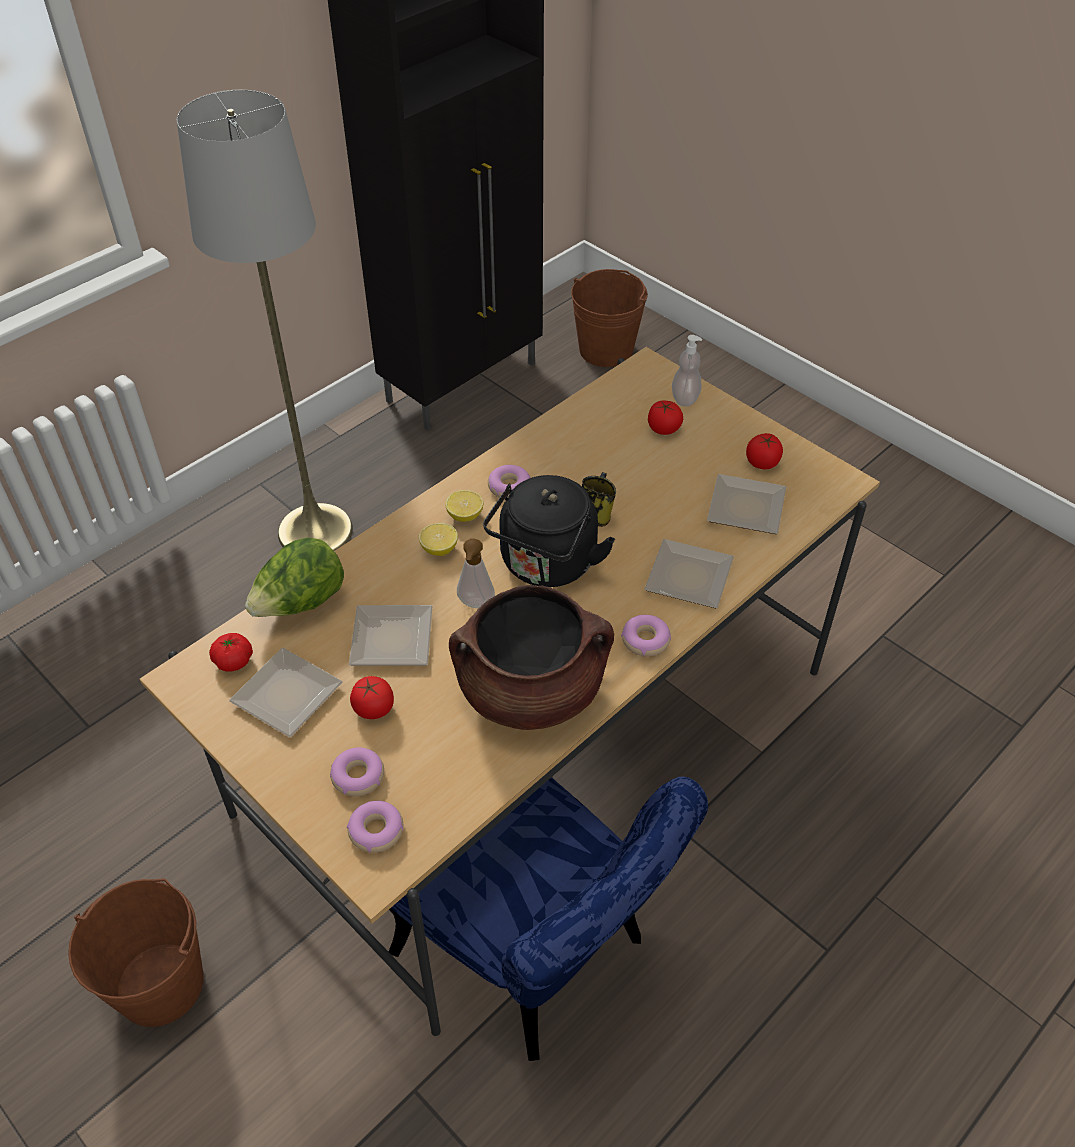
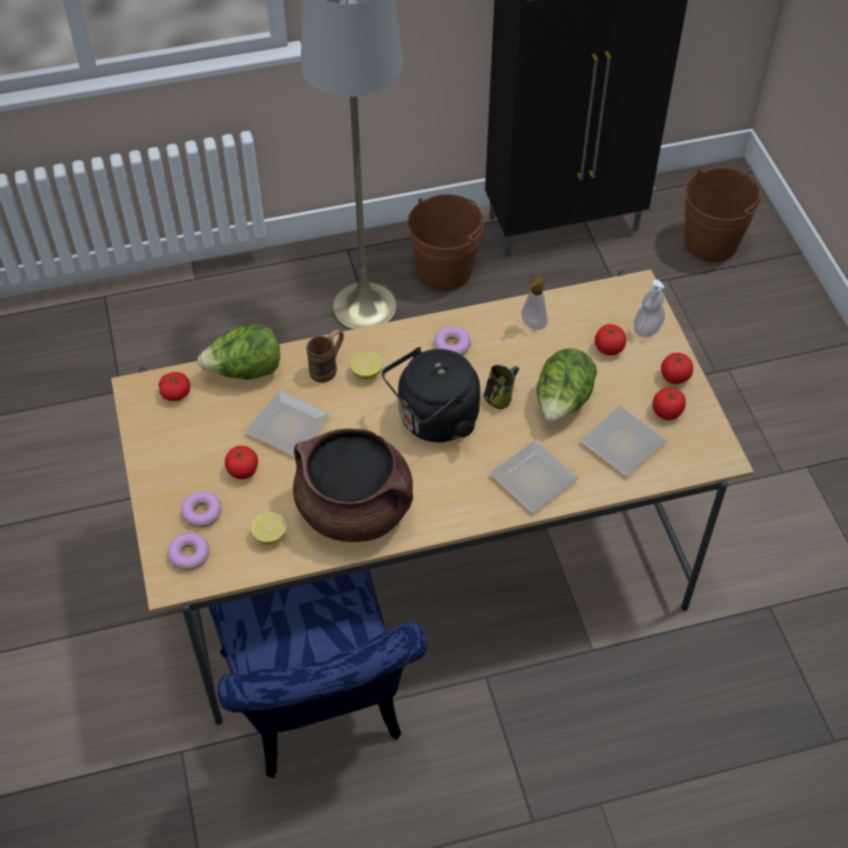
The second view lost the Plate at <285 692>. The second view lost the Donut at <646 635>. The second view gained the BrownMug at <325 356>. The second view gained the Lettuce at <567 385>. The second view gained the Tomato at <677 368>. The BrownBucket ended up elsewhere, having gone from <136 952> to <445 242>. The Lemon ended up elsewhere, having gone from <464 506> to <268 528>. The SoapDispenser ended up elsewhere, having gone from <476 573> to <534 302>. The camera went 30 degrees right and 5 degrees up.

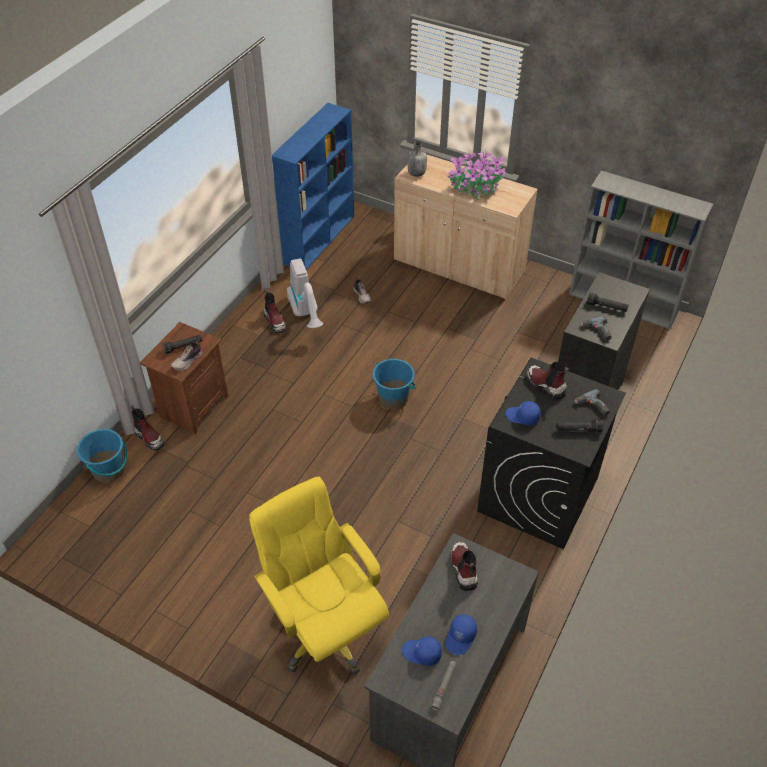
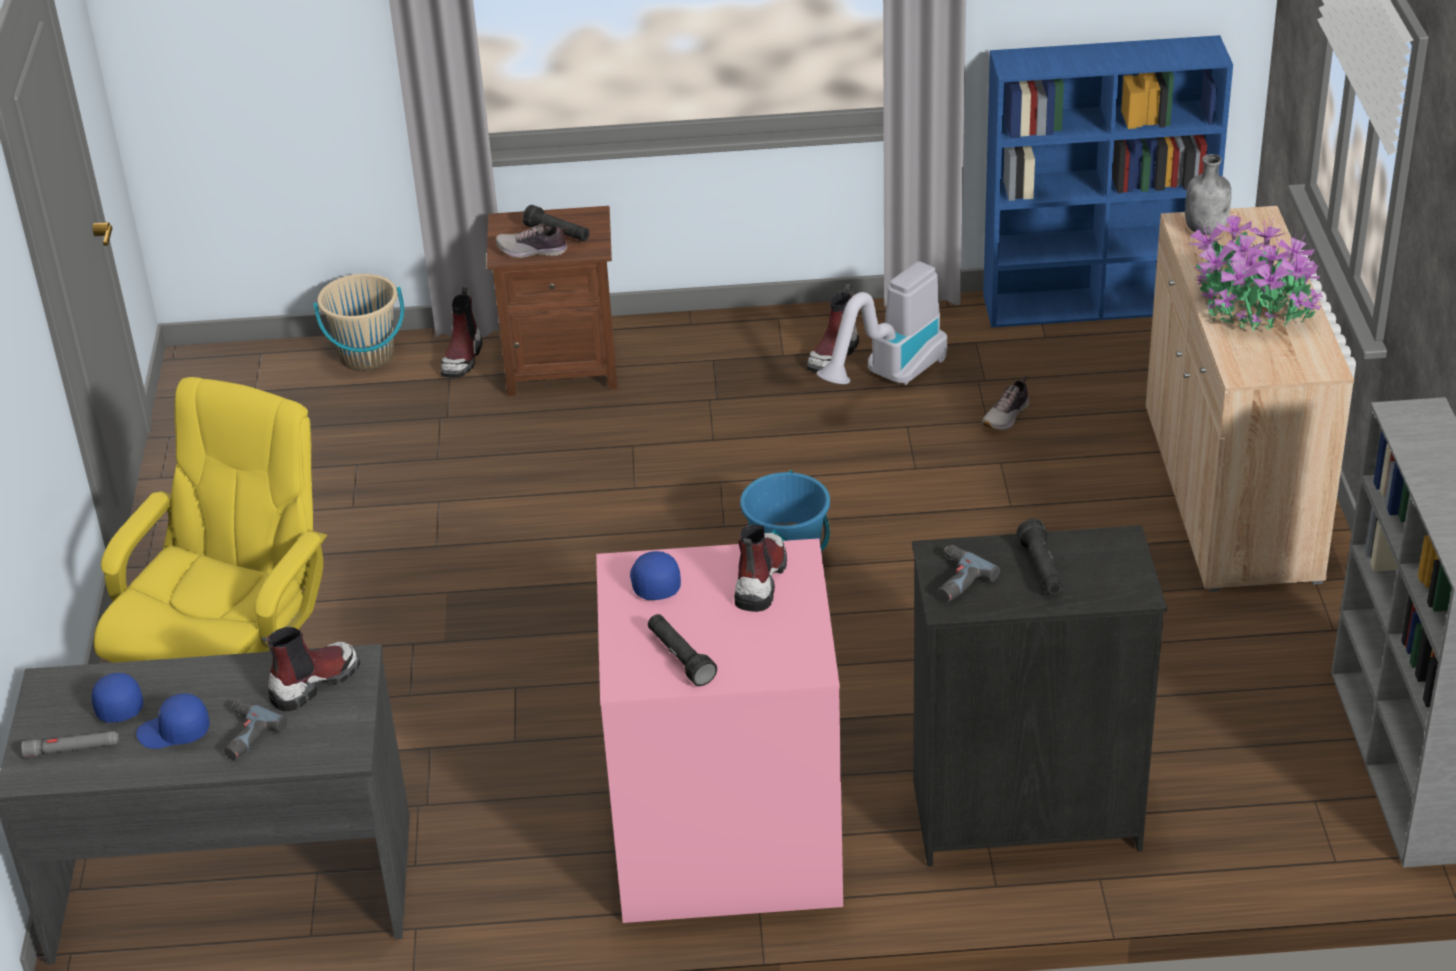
The PowerDrill ended up elsewhere, having gone from <592 402> to <255 730>. What was the BlueBucket at <102 455> turned into the BeigeBucket at <358 322>. What was the BlackWashingMachine at <551 453> turned into the PinkWashingMachine at <719 730>. The camera went 60 degrees right and 10 degrees down.

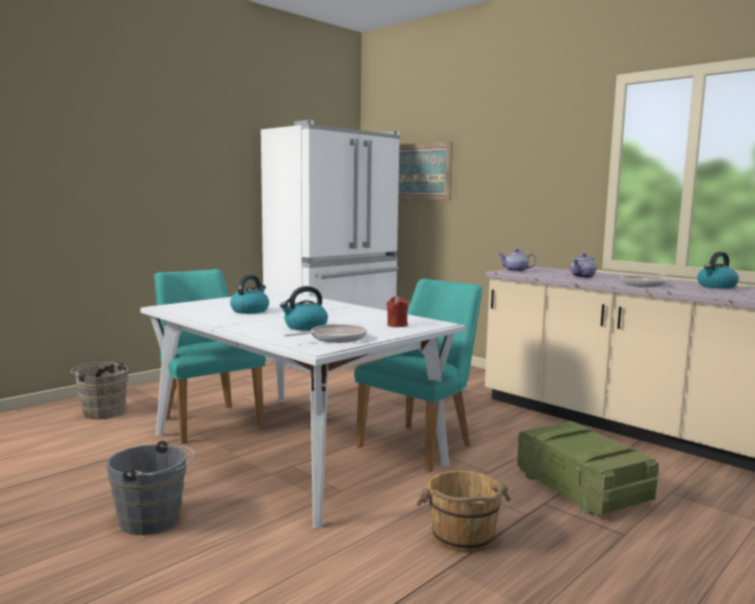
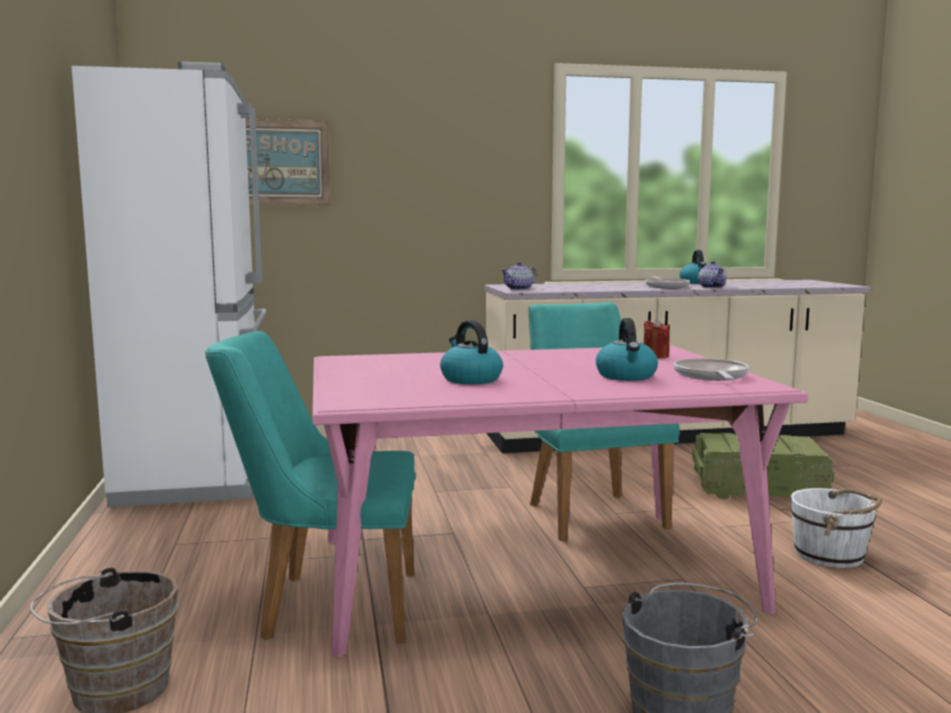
The Teapot ended up elsewhere, having gone from <583 265> to <712 274>. What was the WhiteDiningTable at <302 409> turned into the PinkDiningTable at <560 501>. What was the BrownBucket at <463 512> turned into the WhiteBucket at <836 527>. The camera went 55 degrees left and 0 degrees up.

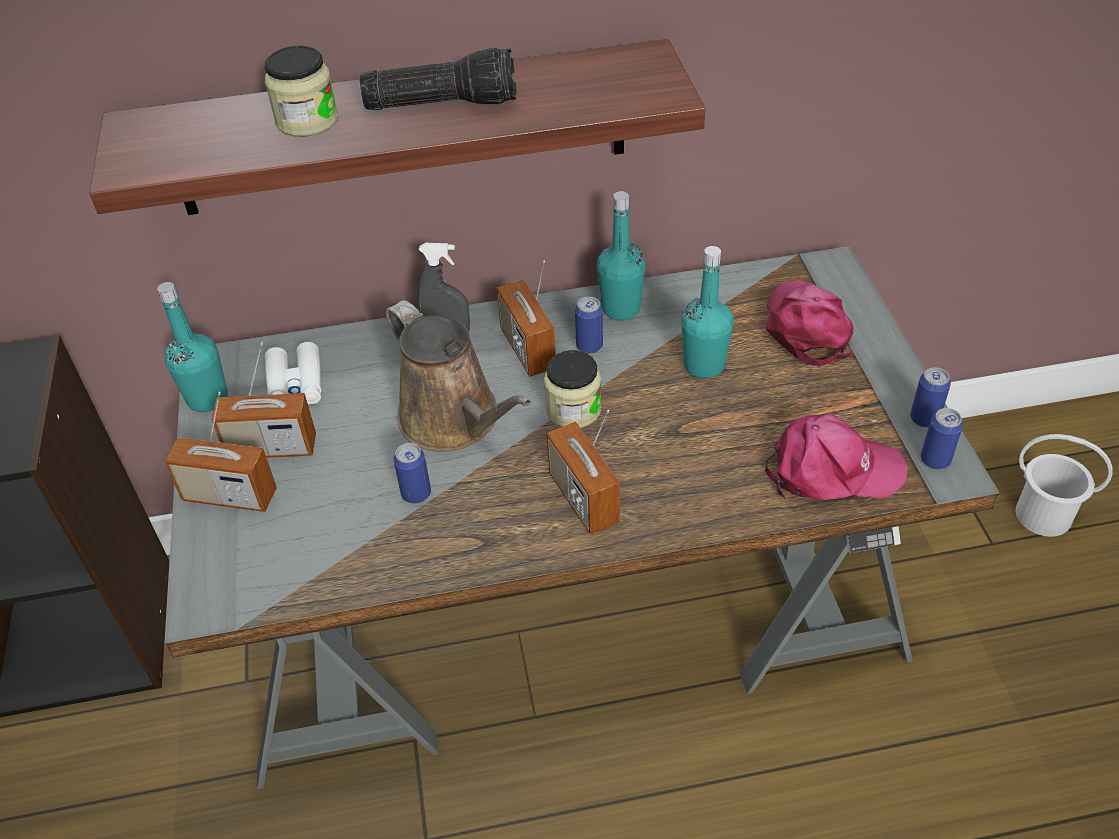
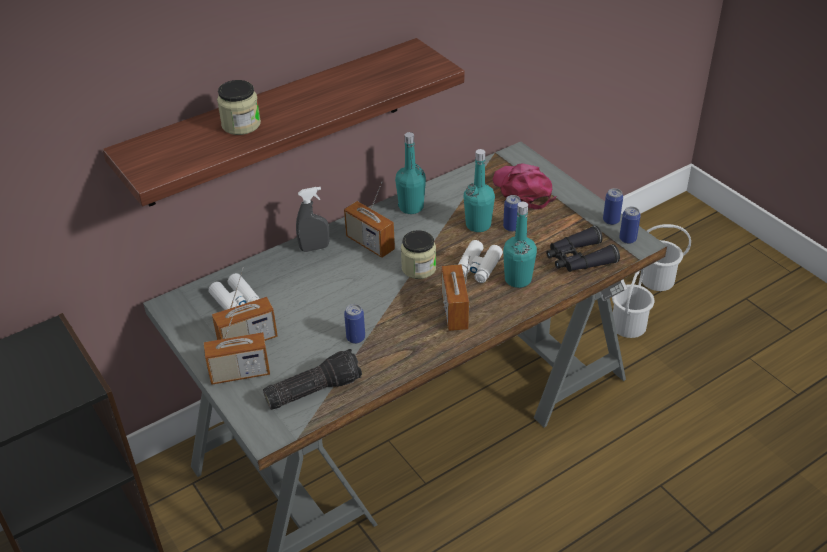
The second view lost the BrownWateringCan at <458 376>. The second view gained the WhiteBinoculars at <480 261>. The second view gained the WhiteBucket at <633 303>. The TurquoiseBottle ended up elsewhere, having gone from <192 347> to <520 245>. The Flashlight ended up elsewhere, having gone from <438 79> to <312 379>. The Can ended up elsewhere, having gone from <589 325> to <512 213>. Where the PinkCap stood at <836 456>, the BlackBinoculars came to stand at <583 249>. The Radio at <583 472> ended up facing another way, 45 degrees clockwise from before. The camera went 25 degrees left and 5 degrees down.

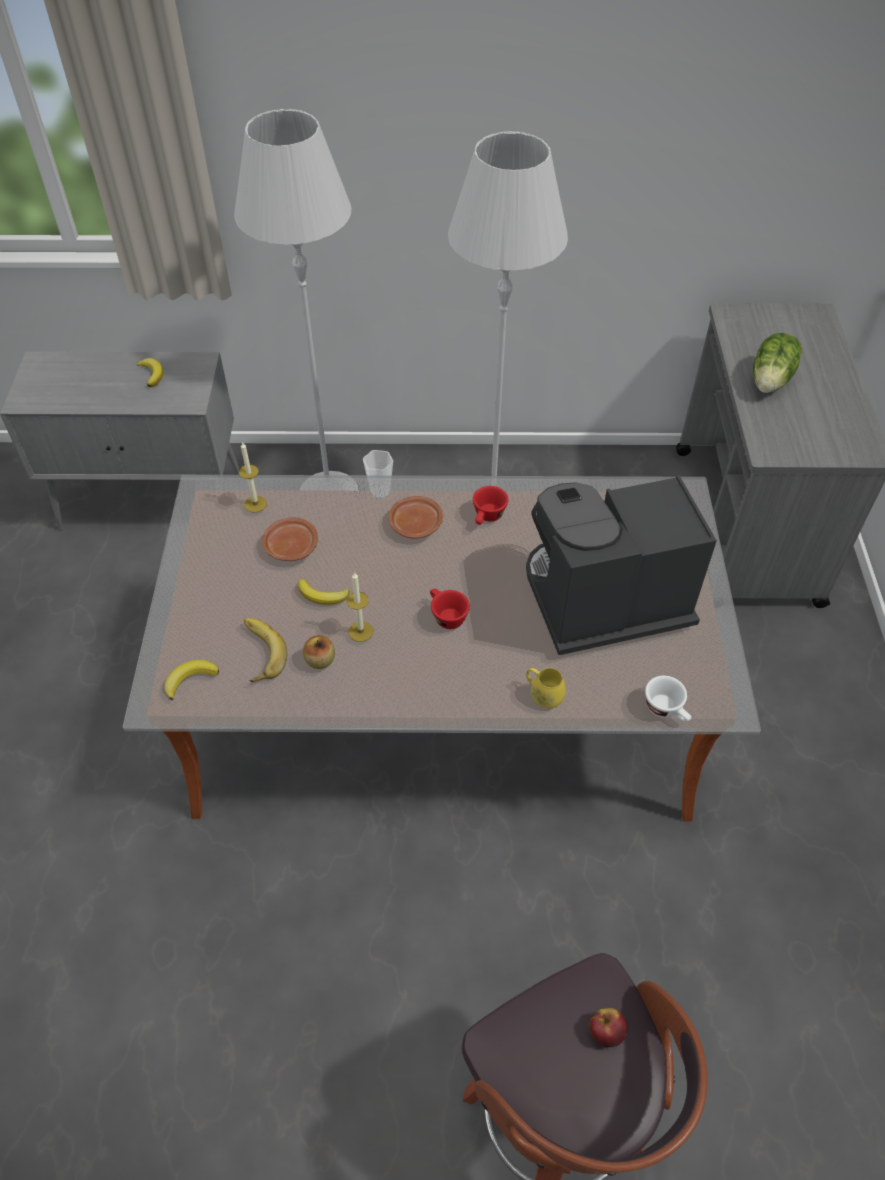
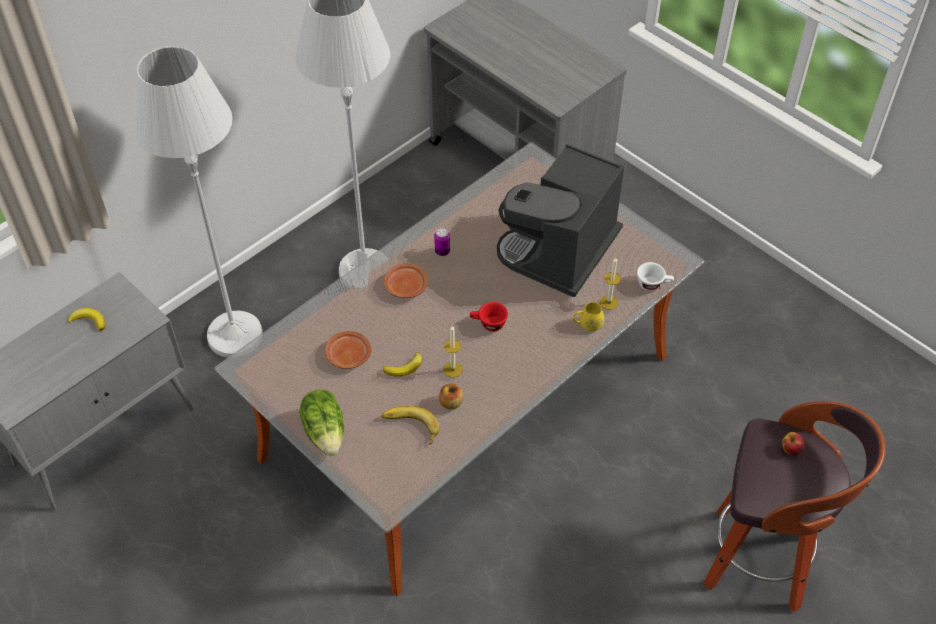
The second view lost the Banana at <192 680>. The Candle ended up elsewhere, having gone from <253 477> to <610 283>. The Lettuce ended up elsewhere, having gone from <777 363> to <322 422>. Where the RedCup stood at <490 505>, the Can came to stand at <442 242>. The camera went 45 degrees left and 0 degrees up.

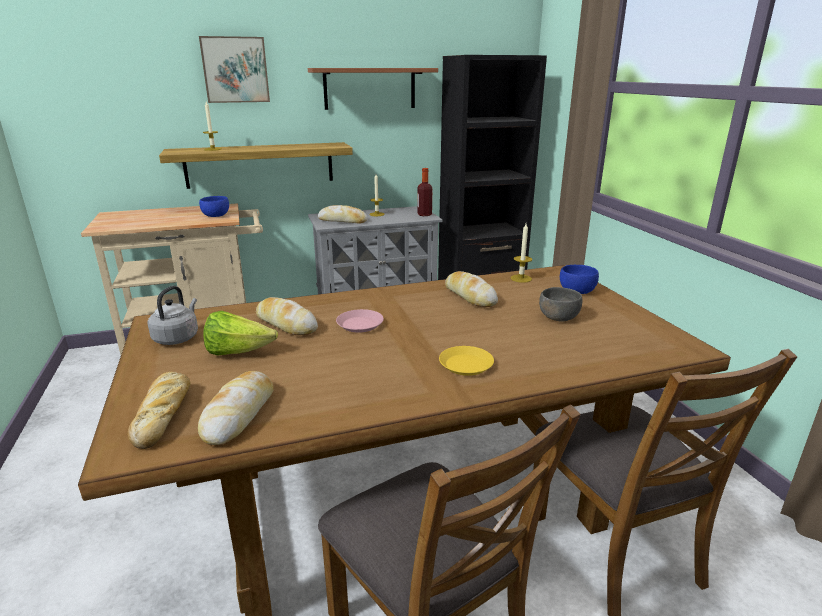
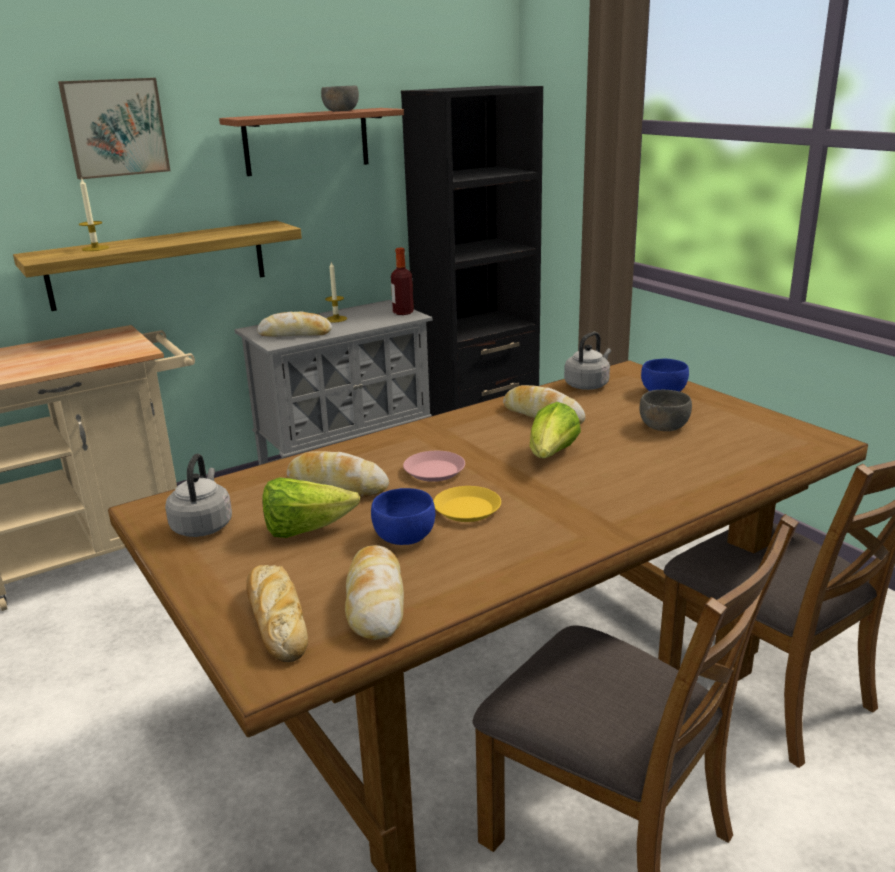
The second view gained the GreyBowl at <340 98>. The second view gained the Lettuce at <555 430>. The BlueBowl ended up elsewhere, having gone from <214 206> to <403 516>. The YellowPlate ended up elsewhere, having gone from <466 361> to <467 504>. Where the Candle stood at <521 253>, the GreyKettle came to stand at <587 361>. The camera went 15 degrees left and 0 degrees up.

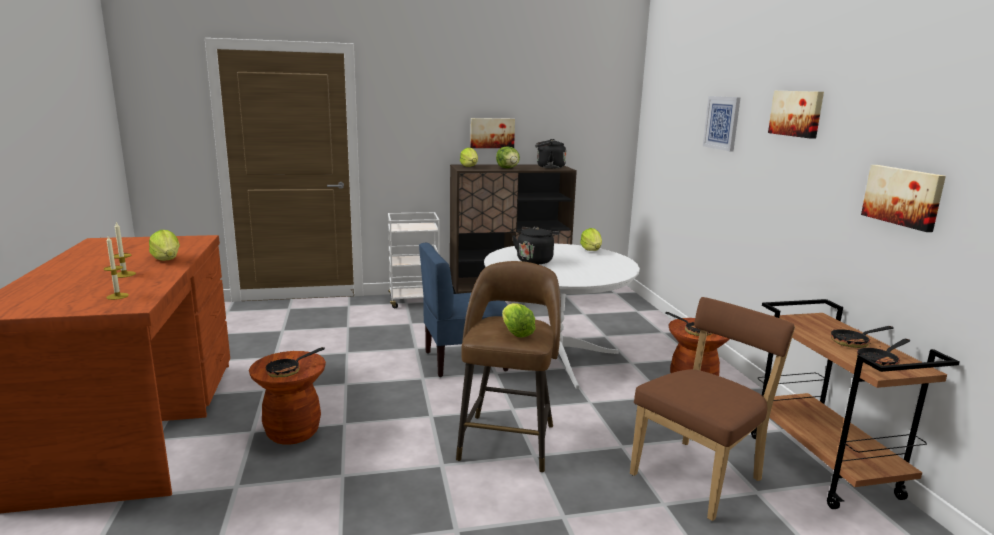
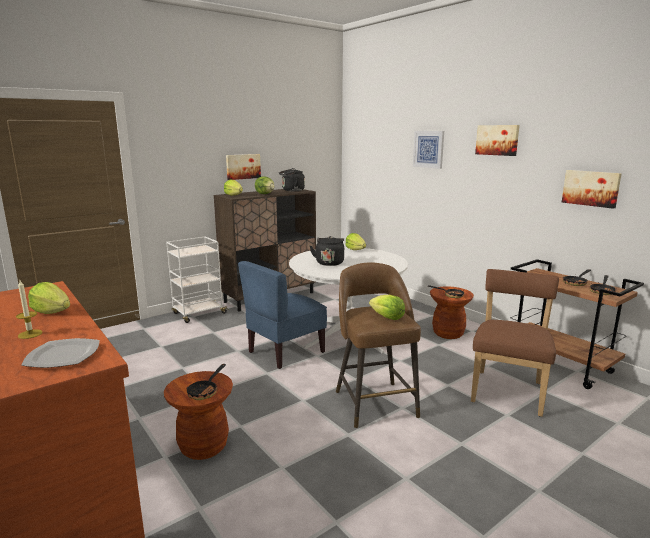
Where the Candle stood at <116 268>, the Plate came to stand at <61 353>. The camera went 25 degrees left and 0 degrees up.

